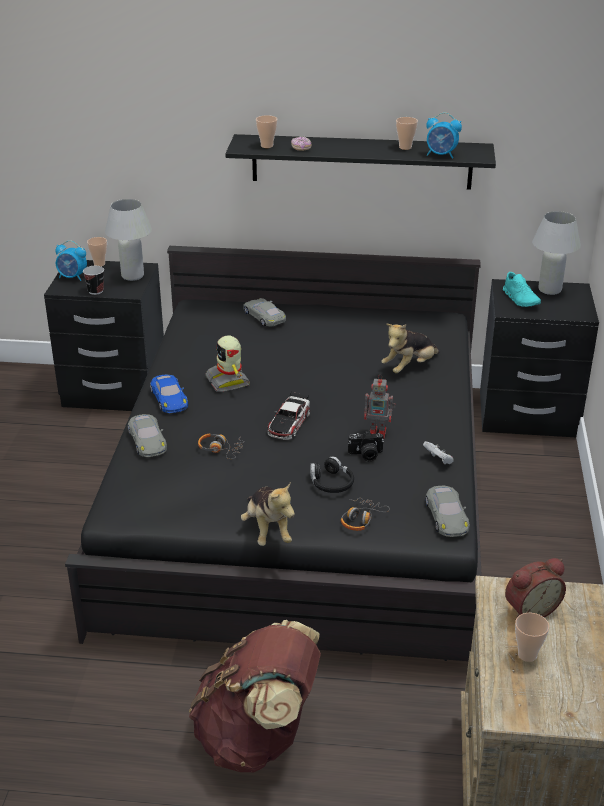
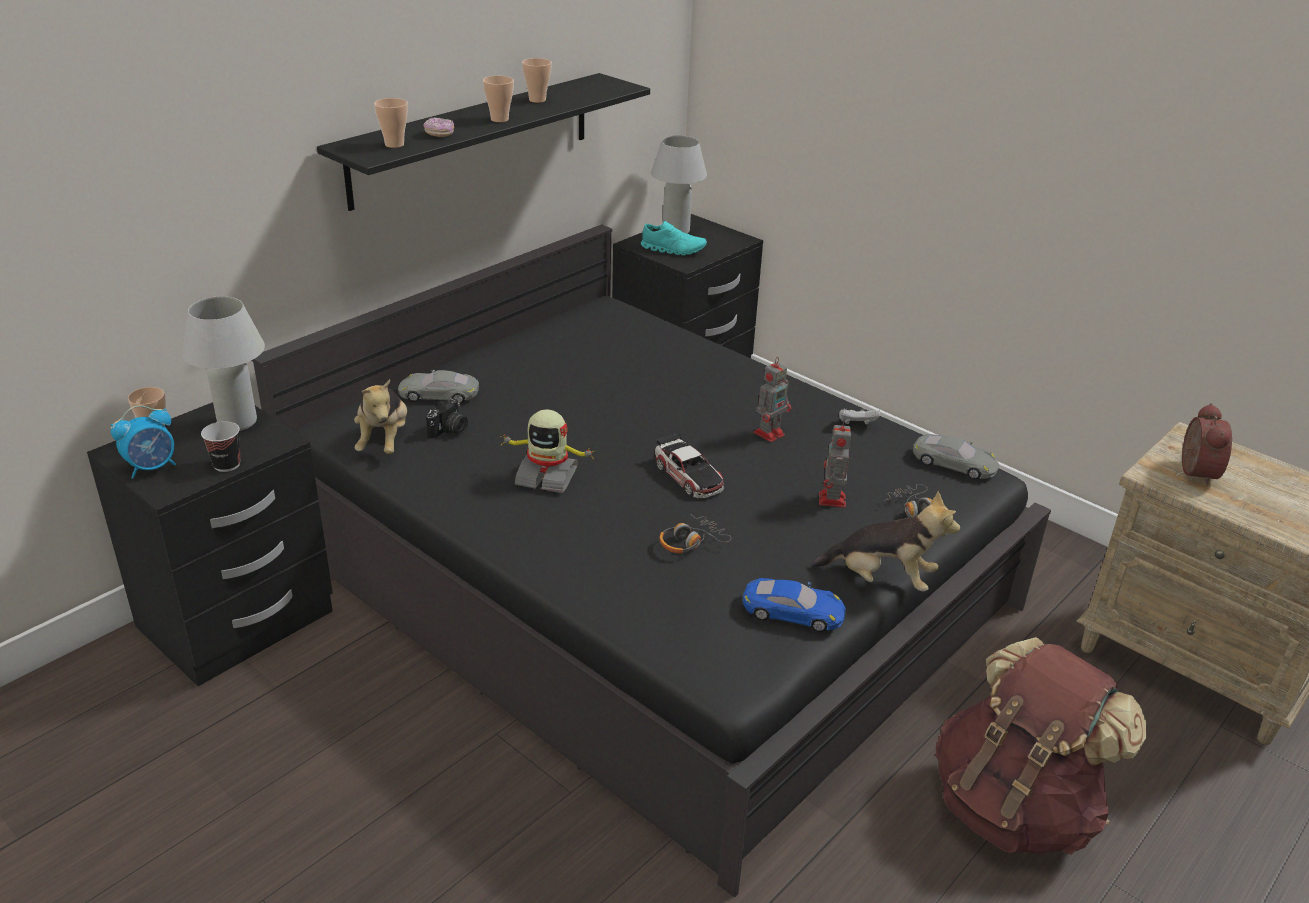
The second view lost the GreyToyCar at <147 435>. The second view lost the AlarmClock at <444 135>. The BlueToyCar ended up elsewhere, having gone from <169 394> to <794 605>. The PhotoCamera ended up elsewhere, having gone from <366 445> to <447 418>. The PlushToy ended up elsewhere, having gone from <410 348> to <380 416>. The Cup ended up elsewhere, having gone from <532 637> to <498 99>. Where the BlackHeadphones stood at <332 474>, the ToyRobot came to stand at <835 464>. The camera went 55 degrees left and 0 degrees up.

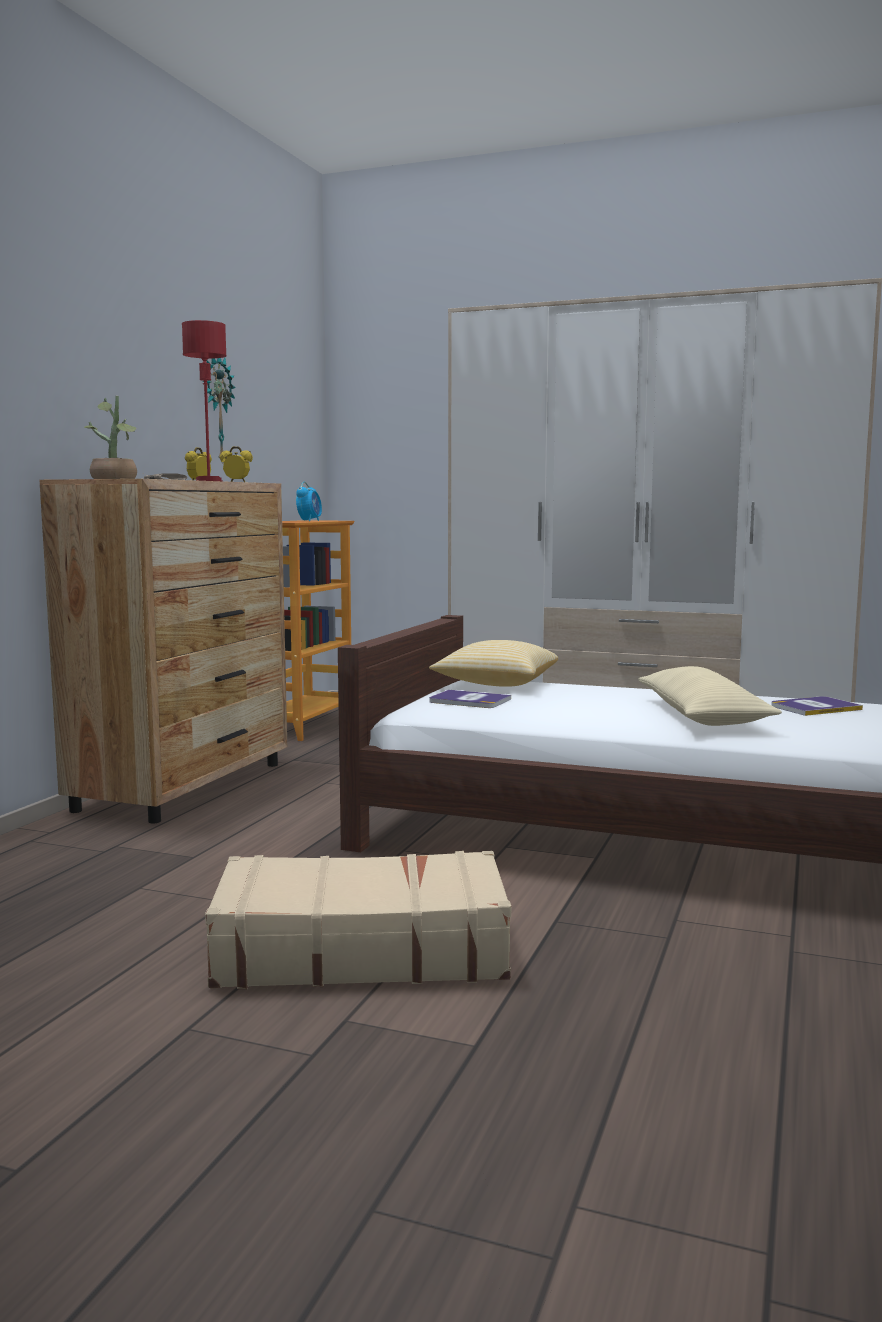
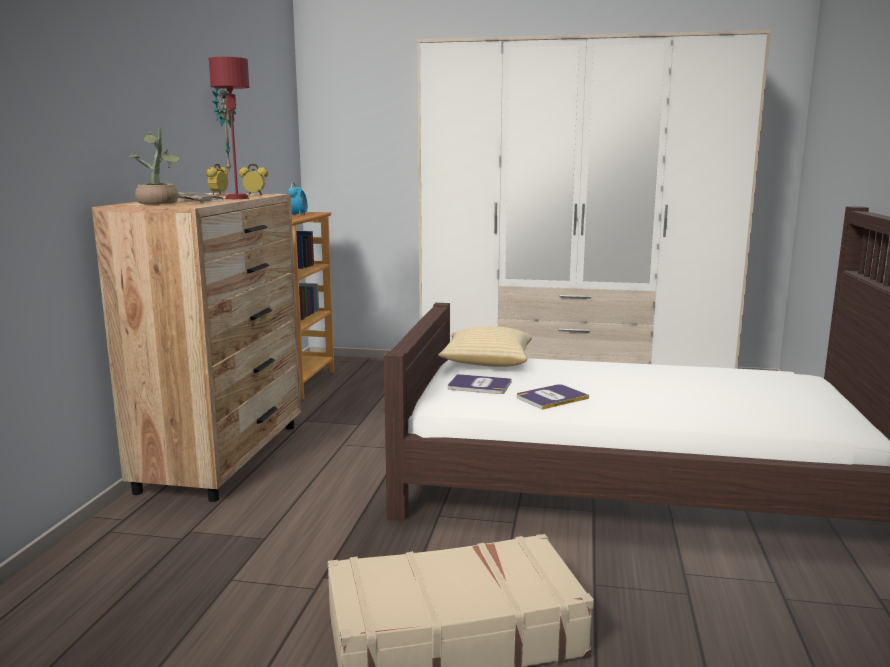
The second view lost the BeigePillow at <710 696>. The Book ended up elsewhere, having gone from <817 706> to <553 397>. The camera went 10 degrees left and 5 degrees up.

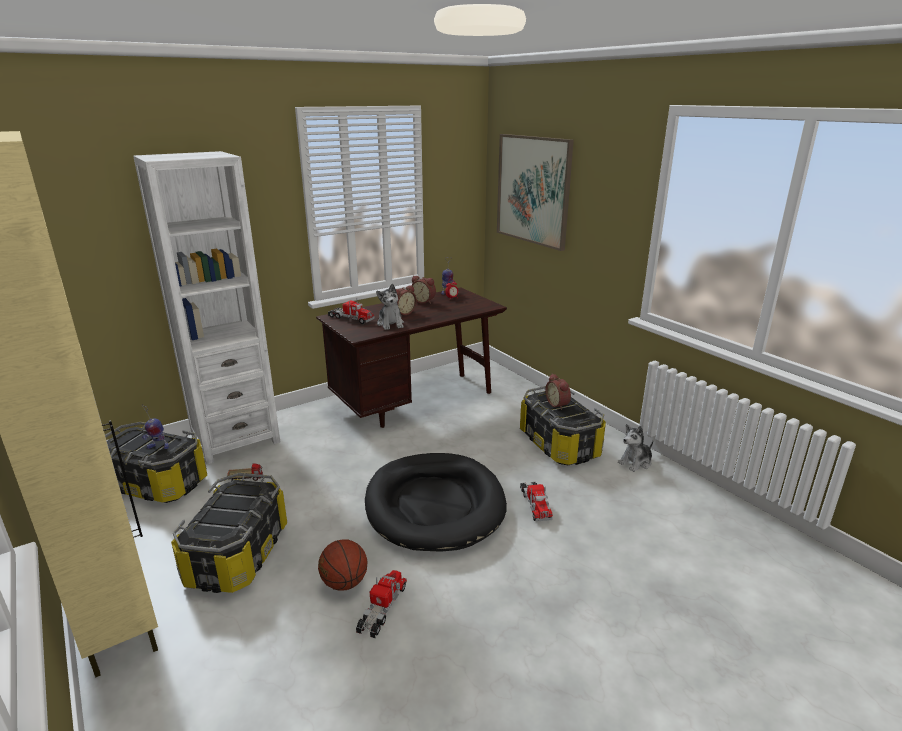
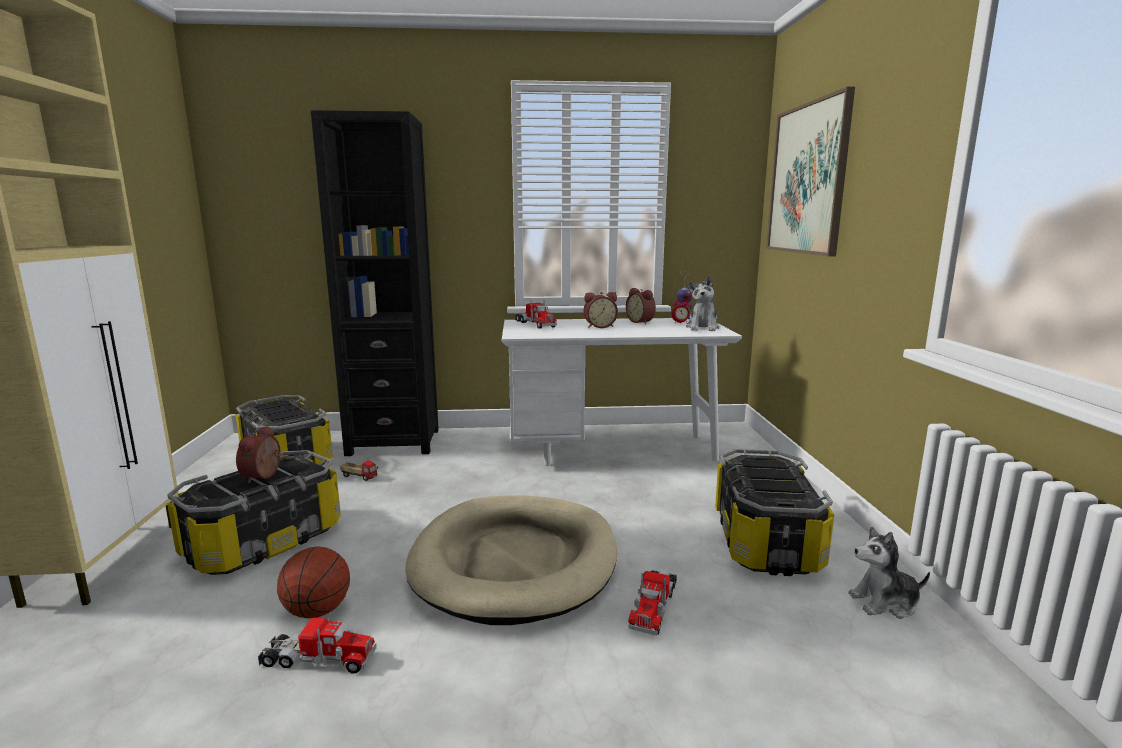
The second view lost the ToyRobot at <155 426>. The PlushToy ended up elsewhere, having gone from <390 307> to <703 303>. The AlarmClock ended up elsewhere, having gone from <558 392> to <258 454>. What was the WhiteBookcase at <206 307> turned into the BlackBookcase at <375 283>. What was the BrownDesk at <411 357> turned into the WhiteDesk at <622 392>. What was the BlackDogBed at <436 502> turned into the BeigeDogBed at <511 560>. The ToyTruck at <381 604> ended up facing another way, 45 degrees clockwise from before. The camera went 30 degrees right and 10 degrees down.

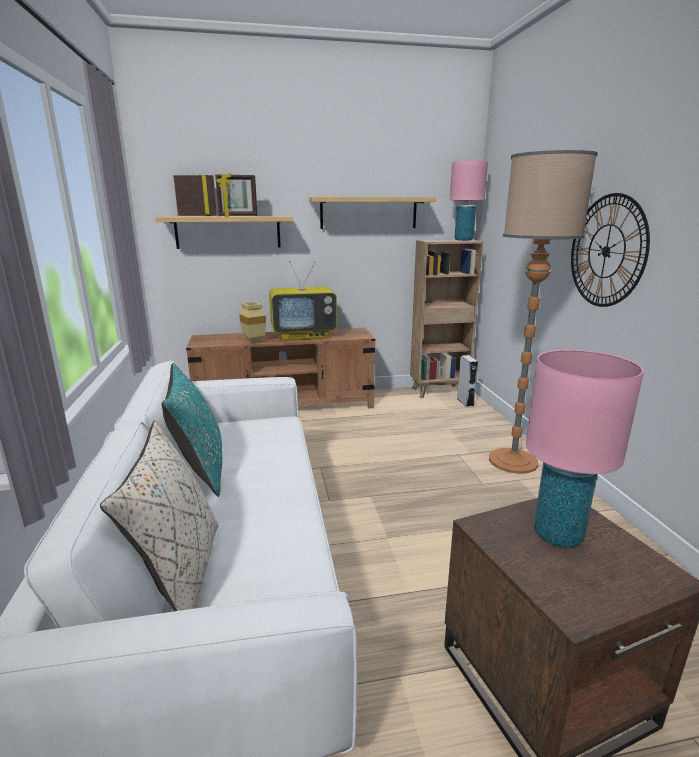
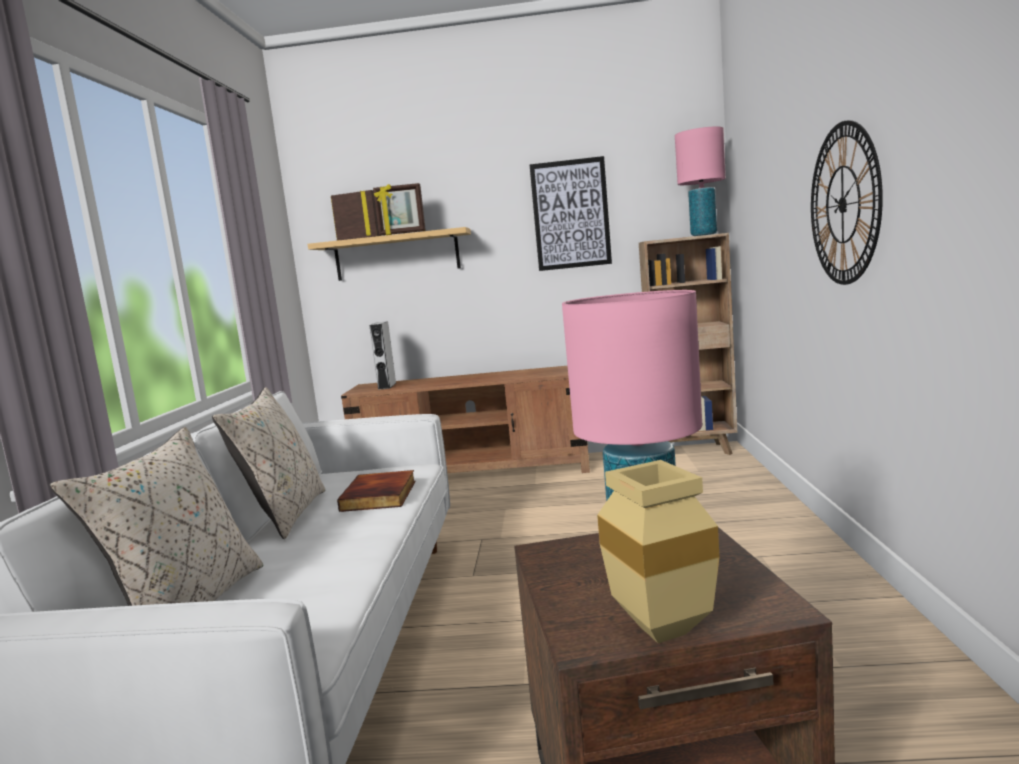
The second view lost the Television at <303 300>. The second view lost the FloorLamp at <543 312>. The second view gained the Book at <376 491>. The BeigeVase ended up elsewhere, having gone from <252 322> to <658 551>. The GreySpeaker ended up elsewhere, having gone from <467 381> to <382 355>. Where the Shelf hung at <373 213>, the Picture came to hang at <571 213>. What was the TurquoisePillow at <191 430> turned into the BeigePillow at <268 463>. The camera went 15 degrees right and 10 degrees down.

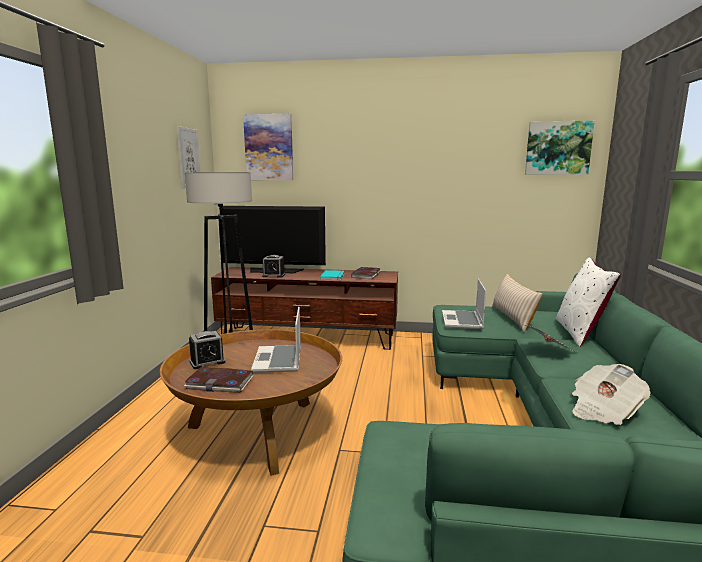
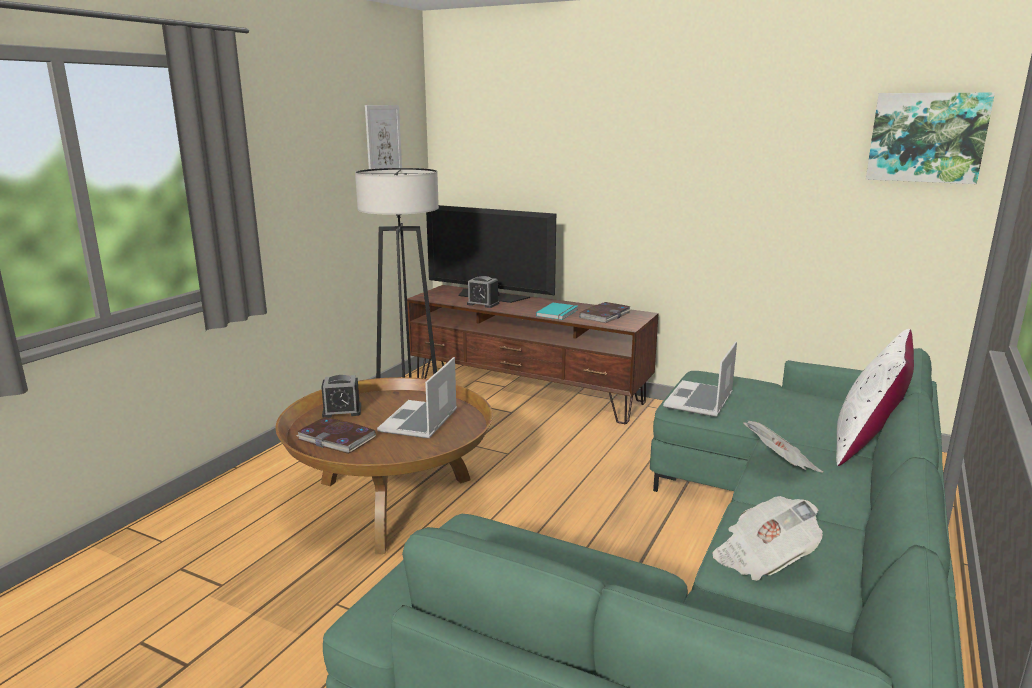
The second view lost the Picture at <268 147>. The second view lost the BeigePillow at <517 303>. The camera went 20 degrees right and 5 degrees up.

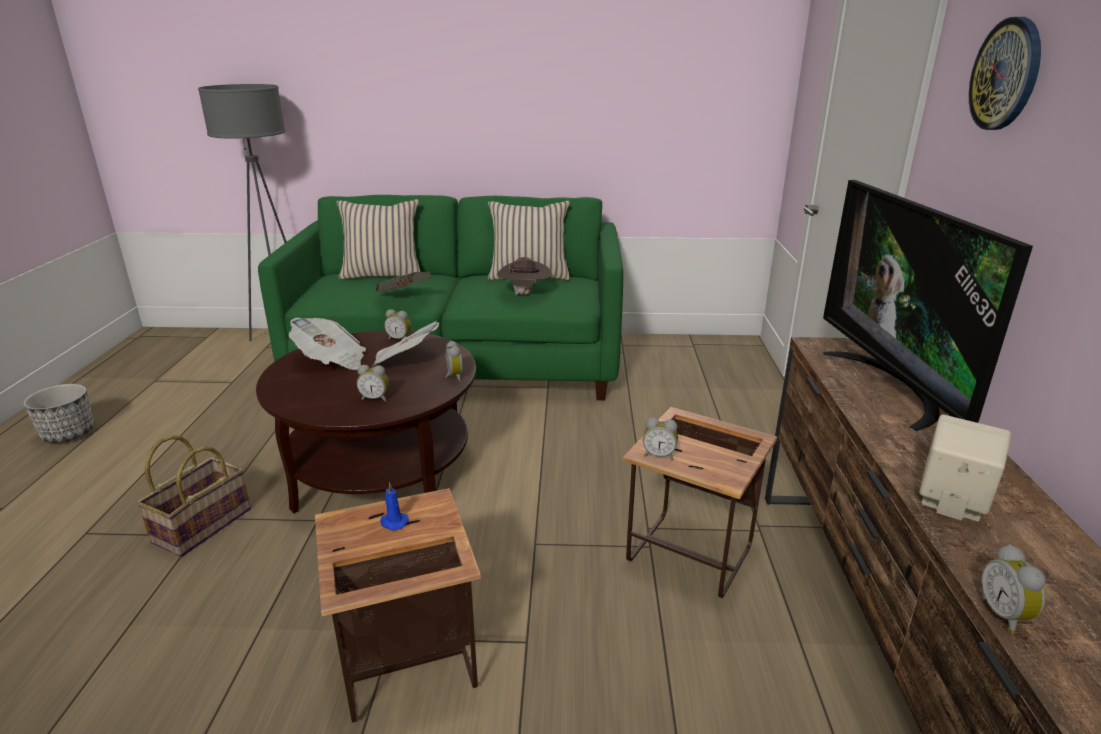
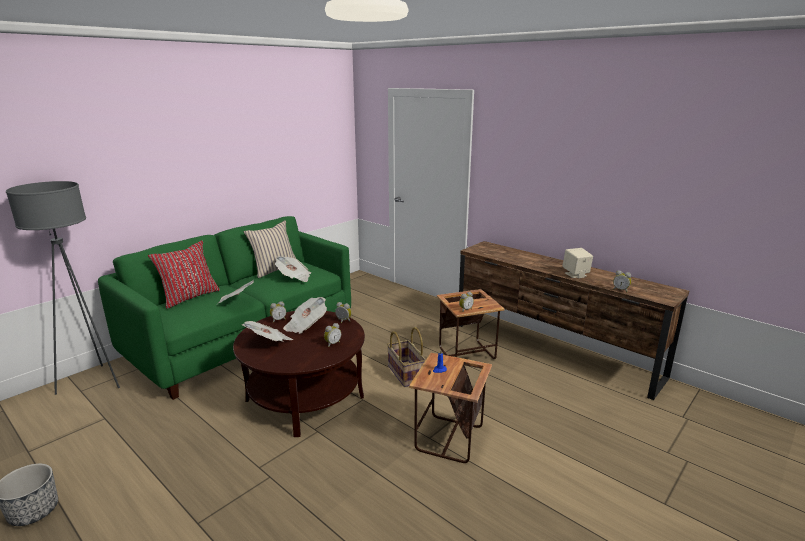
The second view lost the Television at <928 305>. The second view lost the WallClock at <1005 73>. The Basket ended up elsewhere, having gone from <193 496> to <406 357>. Where the BrownHat stood at <524 276>, the Newspaper came to stand at <293 269>. What was the BeigePillow at <379 239> turned into the RedPillow at <184 274>. The camera went 50 degrees left and 5 degrees down.

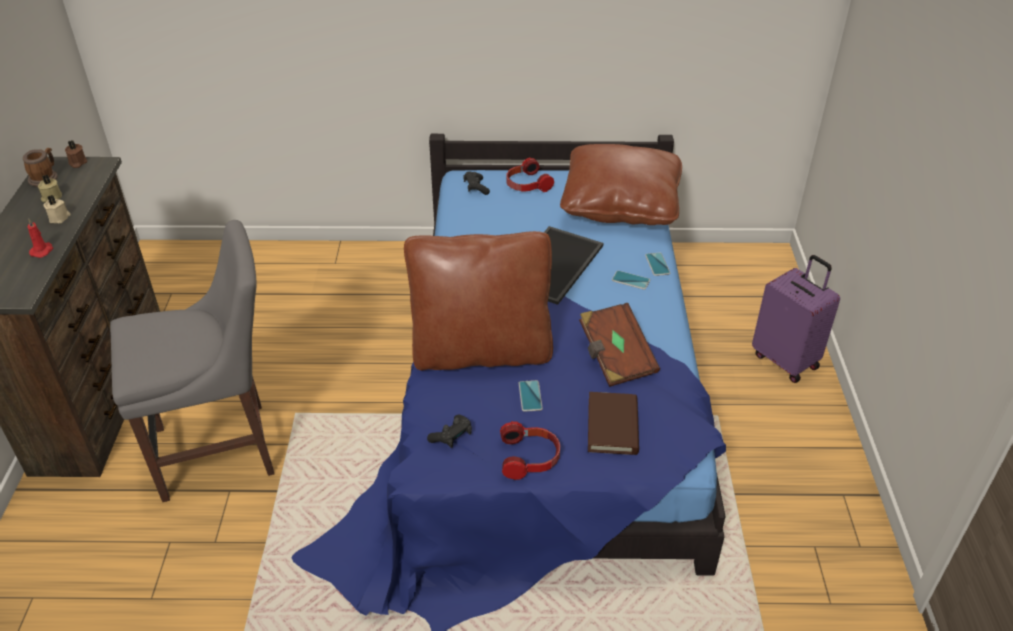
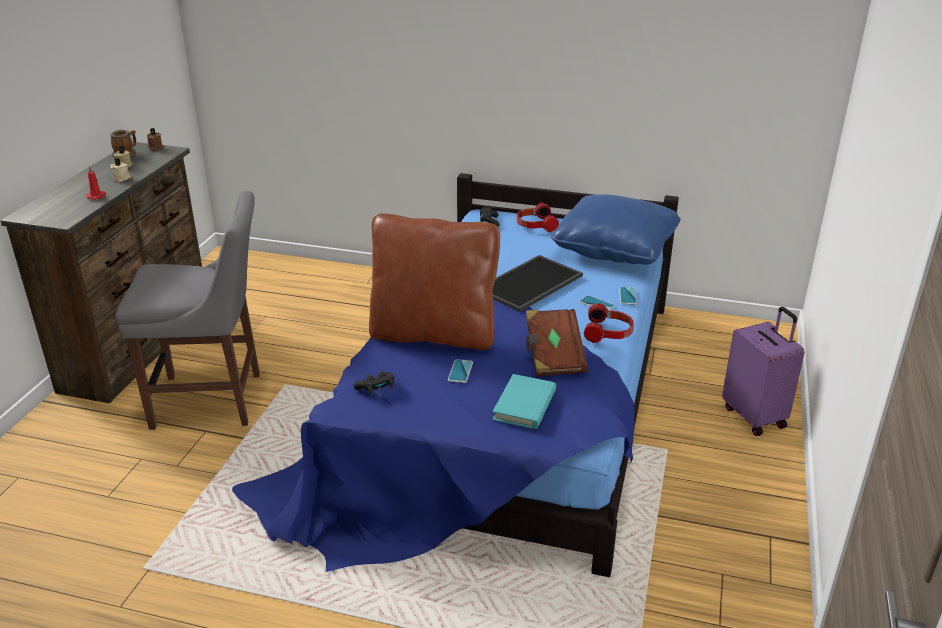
The Headphones ended up elsewhere, having gone from <530 450> to <609 323>. What was the BrownPillow at <621 184> turned into the BluePillow at <616 229>. What was the BrownBook at <613 423> turned into the TurquoiseBook at <524 401>. The camera went 15 degrees right and 10 degrees down.

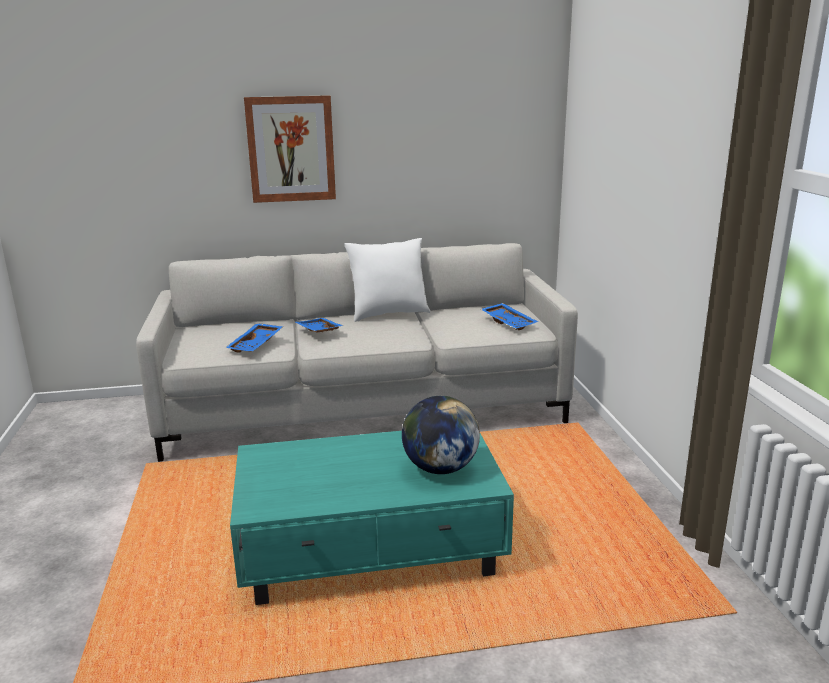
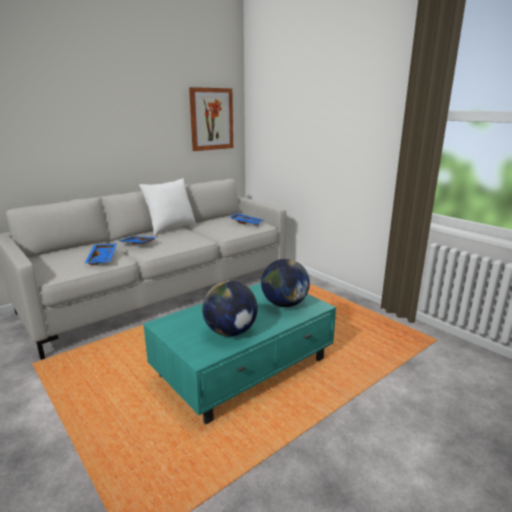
The second view gained the Globe at <230 308>. The Picture ended up elsewhere, having gone from <290 149> to <211 119>. The camera went 30 degrees left and 0 degrees up.

